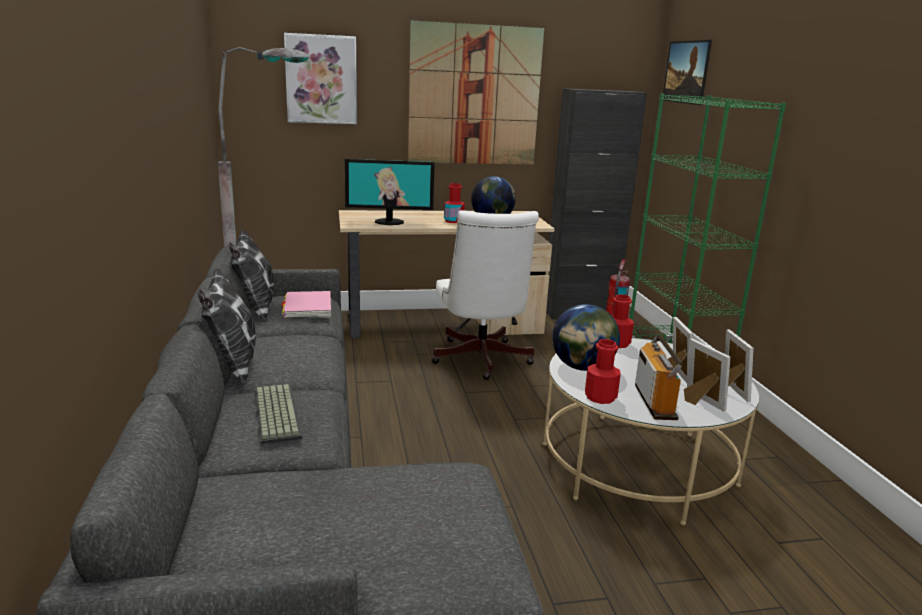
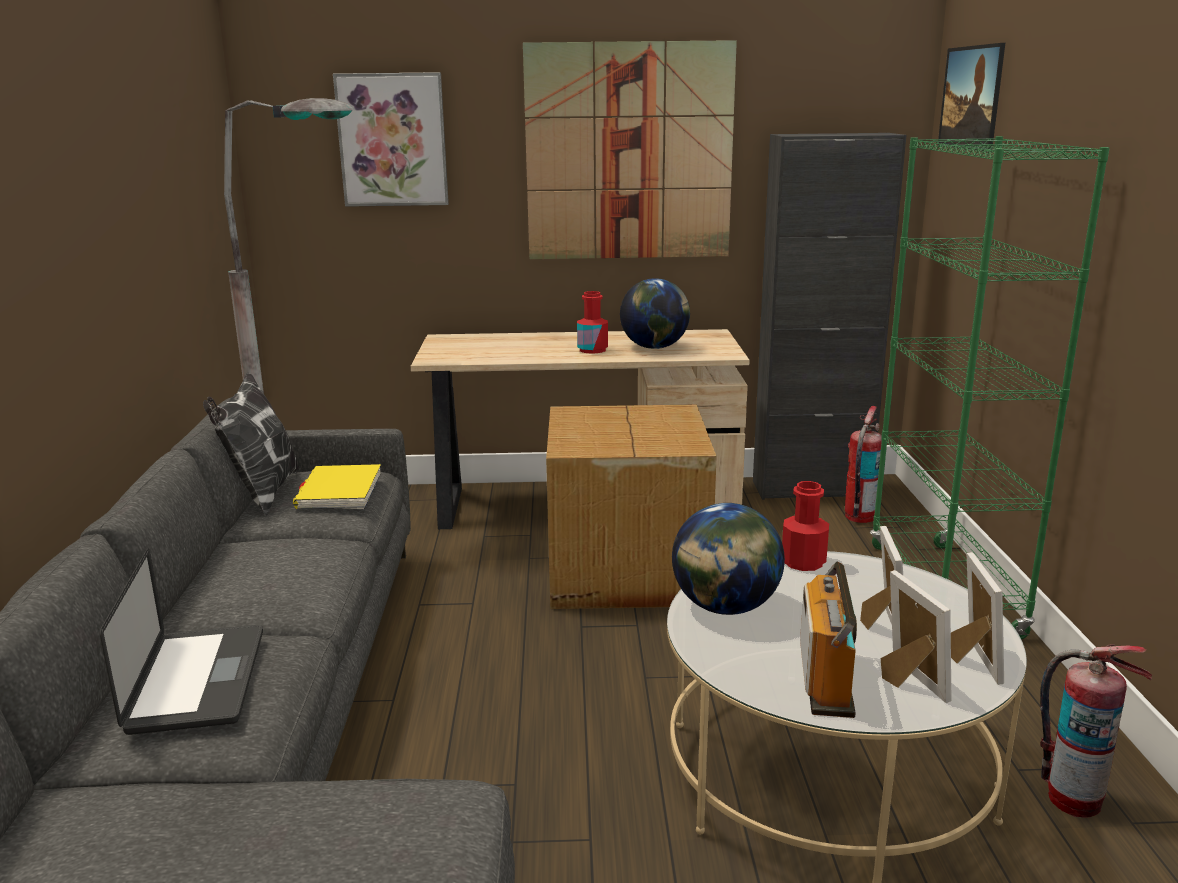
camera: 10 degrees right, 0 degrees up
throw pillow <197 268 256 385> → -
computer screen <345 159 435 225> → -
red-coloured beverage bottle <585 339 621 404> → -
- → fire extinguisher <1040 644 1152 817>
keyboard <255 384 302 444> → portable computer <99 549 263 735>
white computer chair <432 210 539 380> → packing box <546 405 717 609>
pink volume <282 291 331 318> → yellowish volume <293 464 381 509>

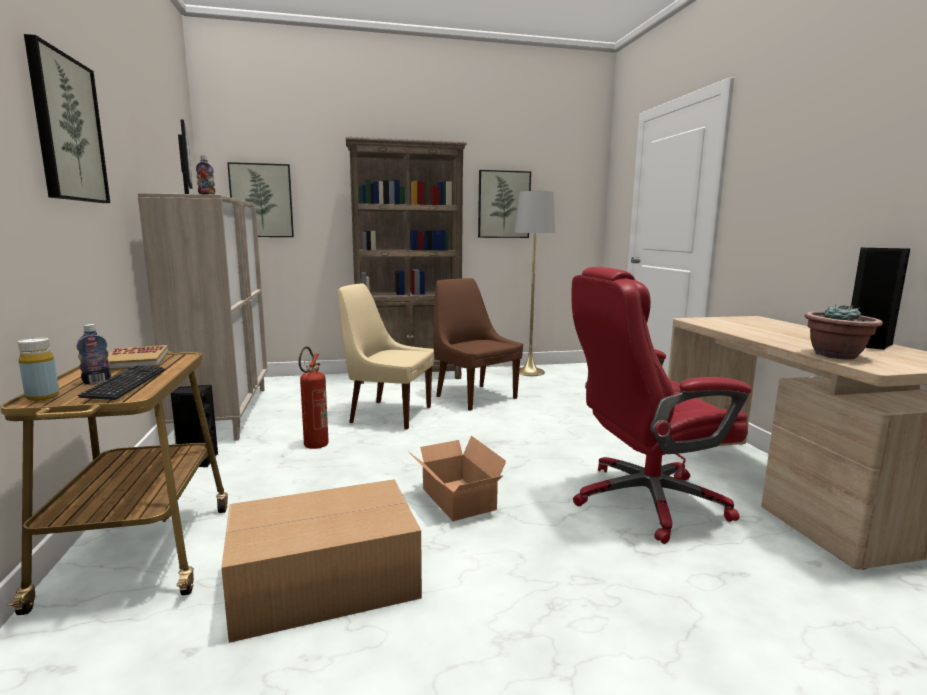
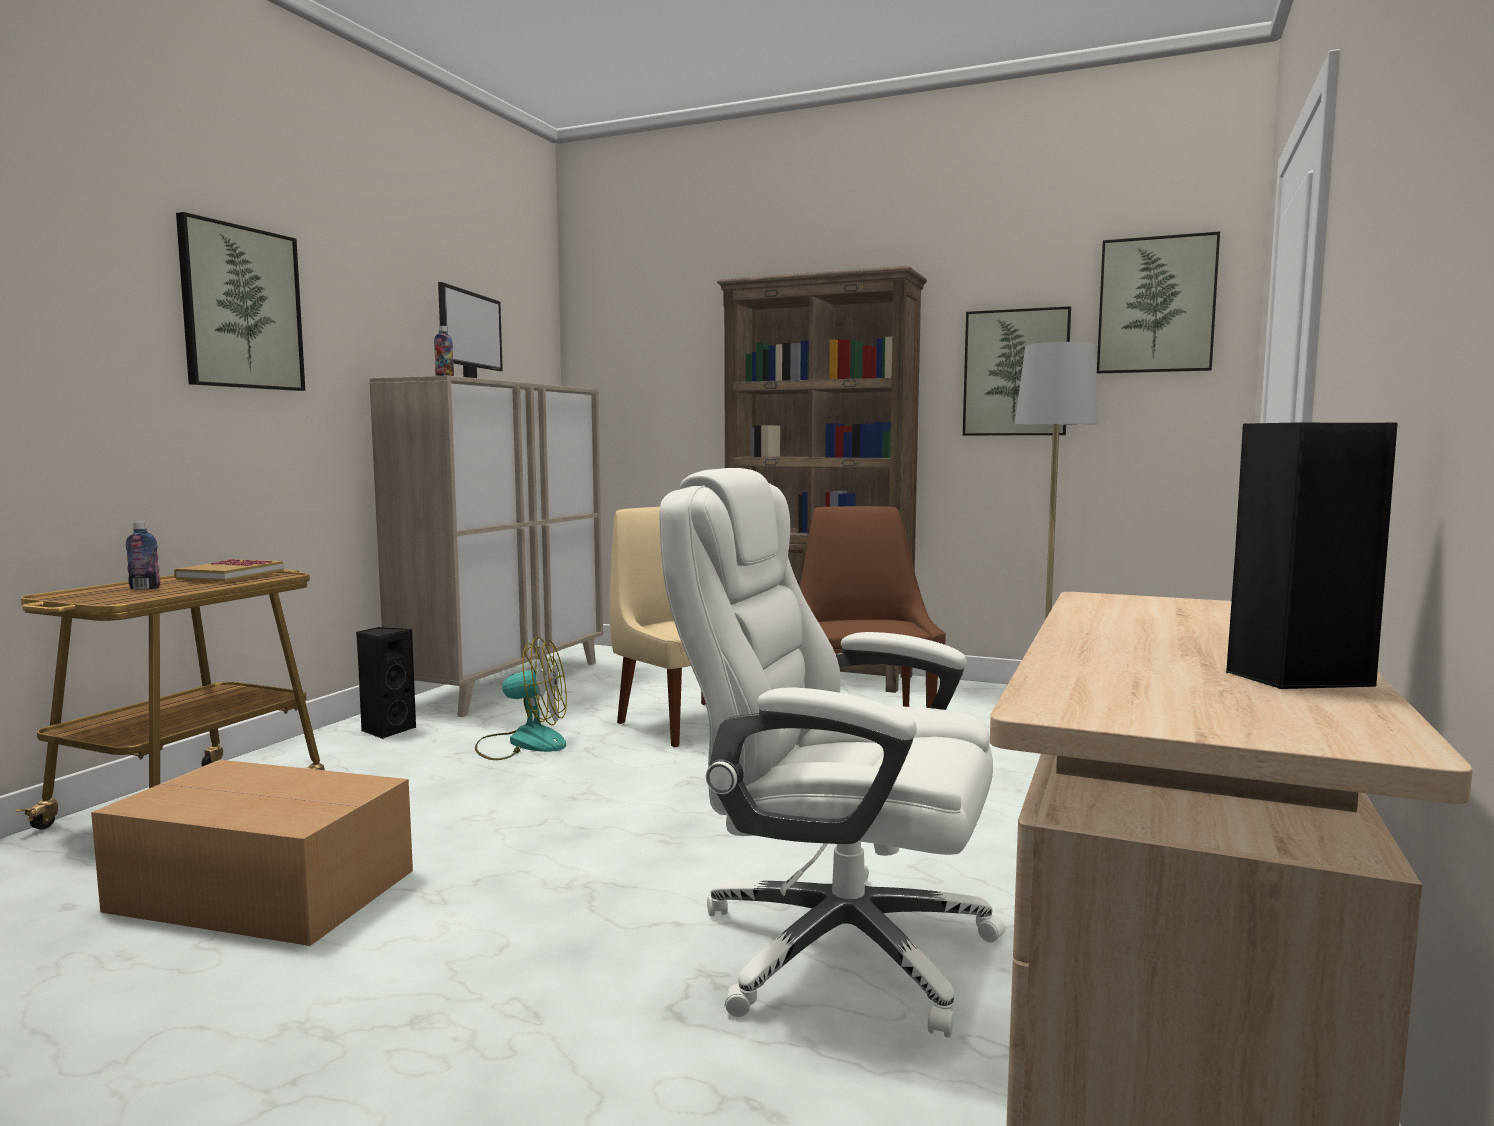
camera: 35 degrees right, 5 degrees down
yellowish beverage bottle <18 338 59 401> → -
keyboard <78 365 165 400> → -
packing box <408 436 506 521> → -
houseplant <805 304 883 360> → -
picture <227 162 294 237> → picture <1097 231 1220 374>, move
fire extinguisher <298 346 329 449> → electric fan <475 636 567 760>
red-coloured computer chair <571 267 752 544> → white computer chair <659 468 1005 1038>

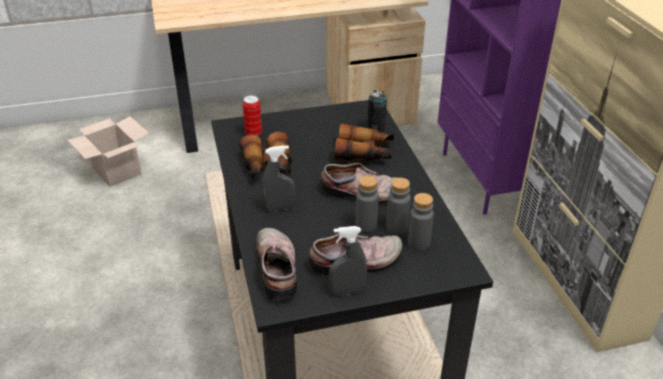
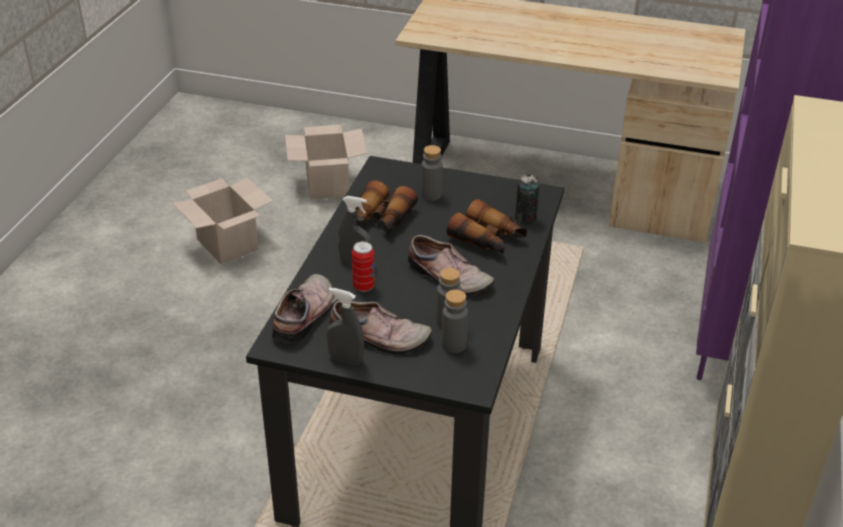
camera: 30 degrees right, 0 degrees up
- → packing box <173 178 273 264>
sealed can <243 95 262 136> → sealed can <352 241 375 292>, move
gray beverage bottle <356 176 379 232> → gray beverage bottle <421 145 443 201>, move

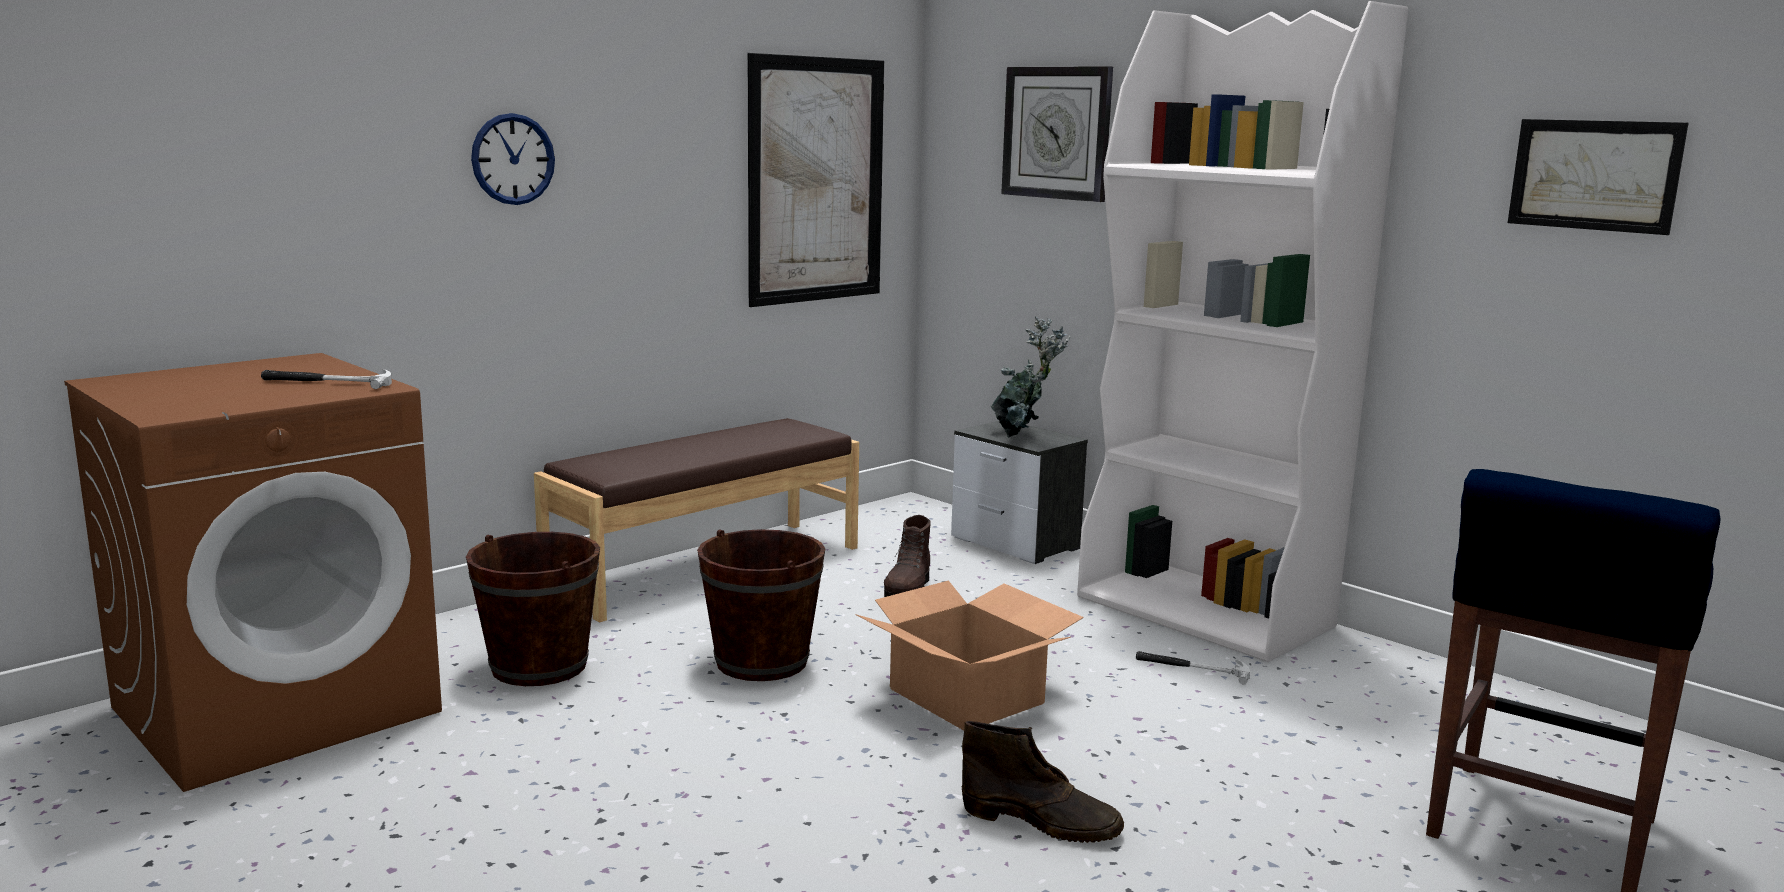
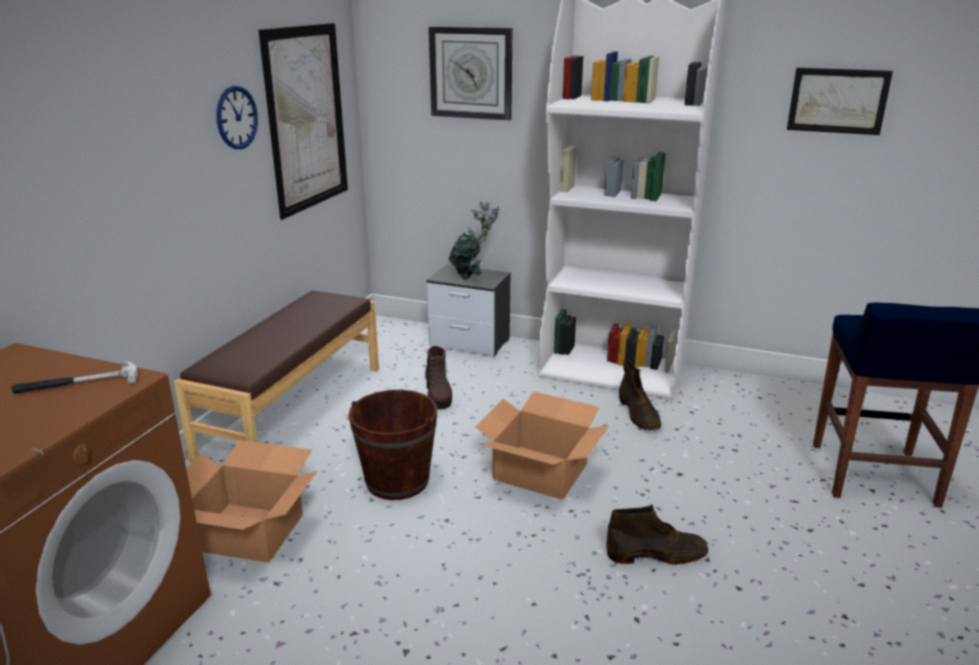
camera: 25 degrees left, 10 degrees up
hanging clock <471 113 555 205> → hanging clock <216 86 258 149>, move
brown-coloured bucket <466 532 600 686> → packing box <186 440 317 563>
hand hammer <1136 651 1250 685> → brown-coloured high-top boot <619 359 662 430>

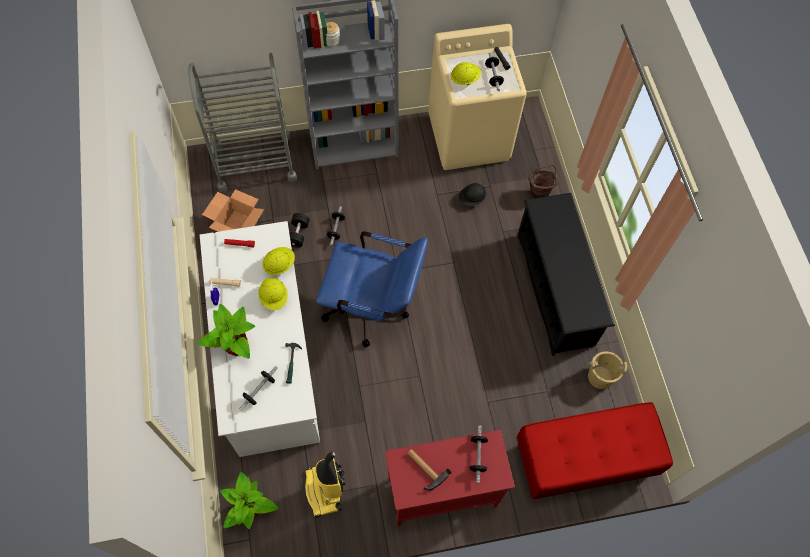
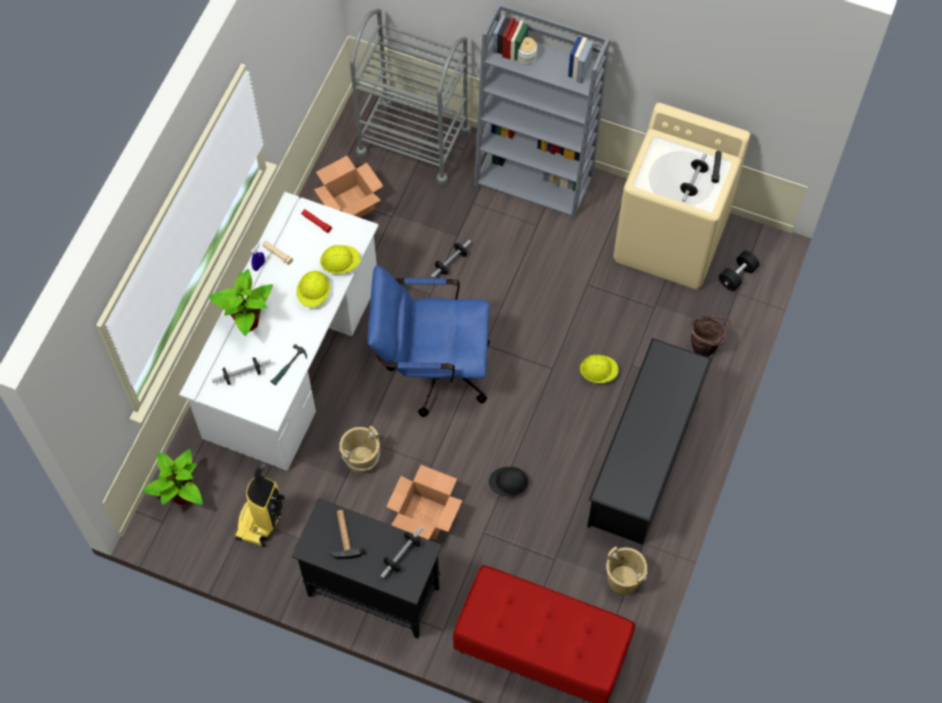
camera: 35 degrees right, 0 degrees up
- → beige bucket <339 426 380 474>
- → packing box <386 465 462 540>
black dumbbell <289 213 310 248> → black dumbbell <719 251 760 291>, move
yellowish work helmet <451 62 481 85> → yellowish work helmet <580 355 619 383>, move
black work helmet <459 183 486 206> → black work helmet <489 467 529 497>, move
red-coloured cupboard <385 430 515 527> → black cupboard <292 498 442 639>
bluish computer chair <316 231 428 347> → bluish computer chair <368 265 490 417>, 135 degrees clockwise

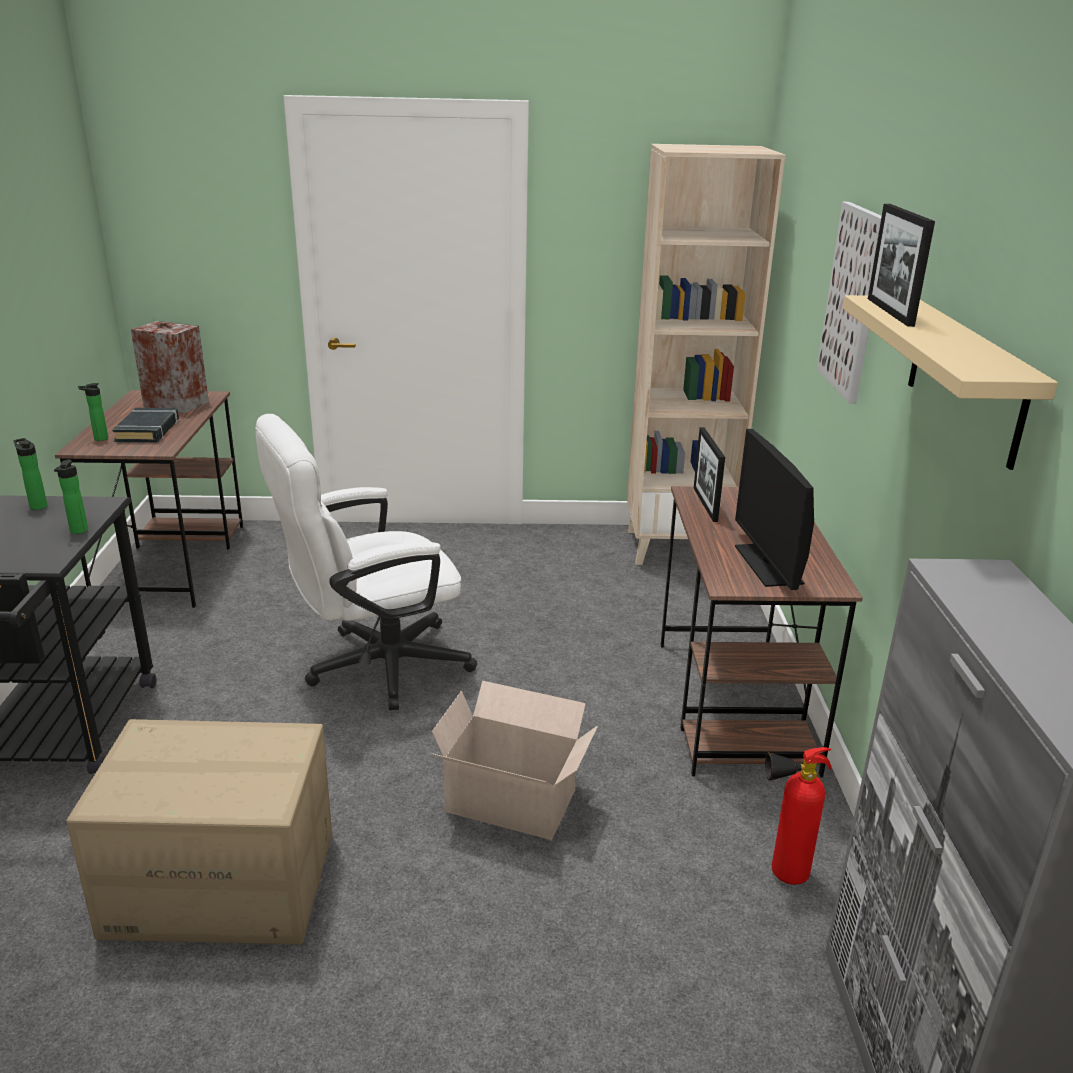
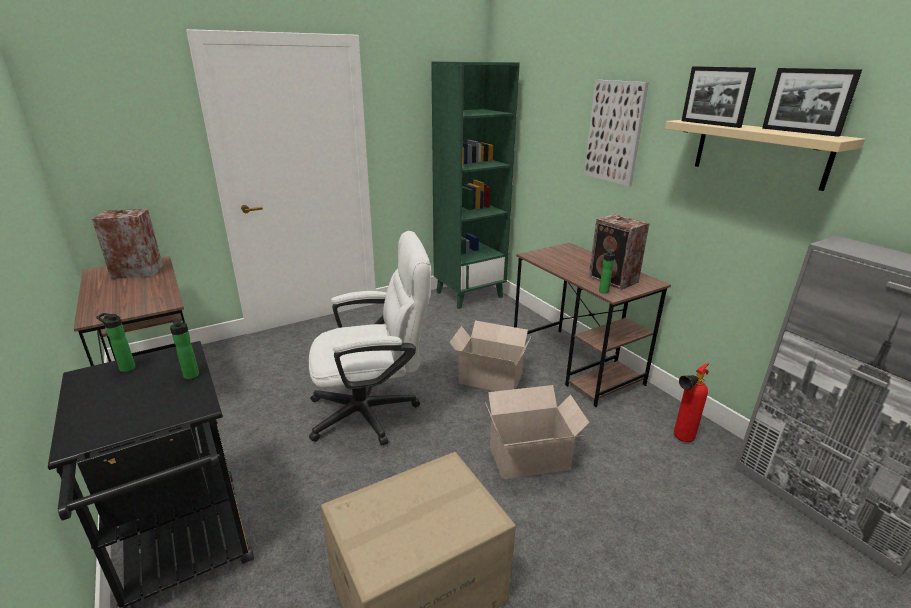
camera: 30 degrees left, 0 degrees up
black volume <112 408 179 442> → -
- → packing box <449 321 531 391>
beverage bottle <78 383 108 441> → beverage bottle <599 250 615 294>, move
picture frame <694 427 725 522> → picture frame <762 68 862 137>, move
computer screen <735 429 814 590> → speaker <589 214 650 290>
beige bookshelf <627 144 785 565> → greenish bookshelf <431 61 520 309>
white computer chair <255 414 477 710> → white computer chair <309 231 431 445>, 135 degrees counterclockwise

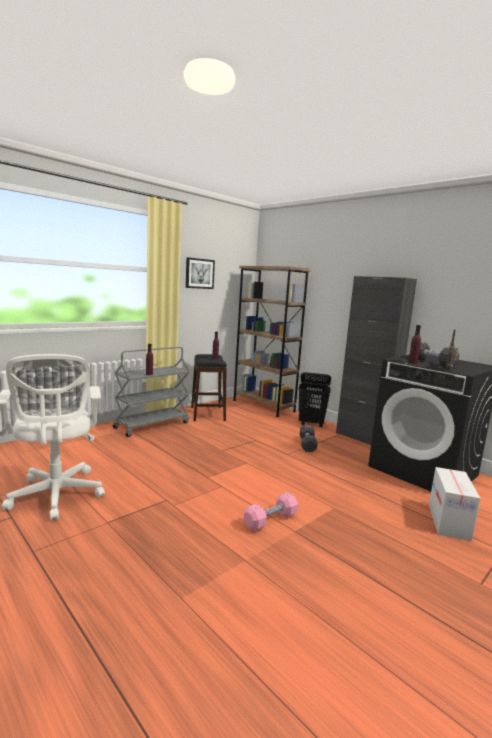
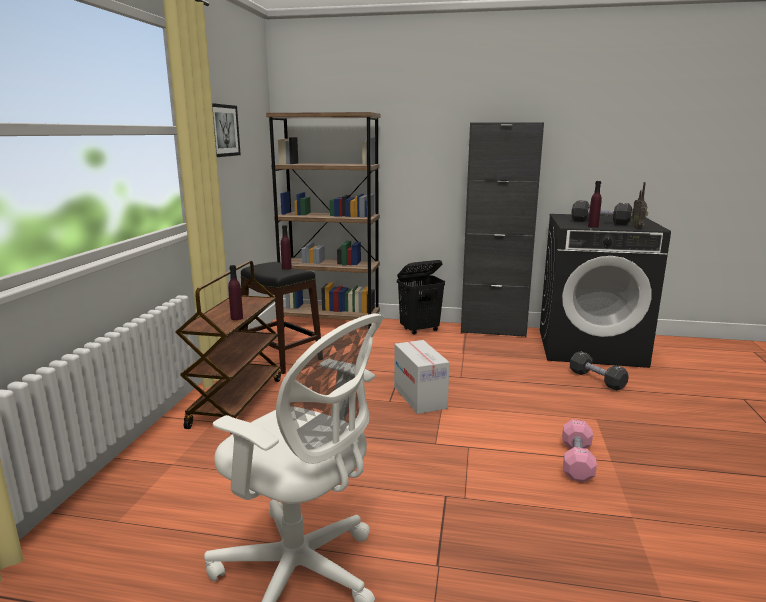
camera: 35 degrees left, 5 degrees up
black dumbbell <300 425 318 452> → black dumbbell <570 351 629 391>, move
packing box <429 467 481 541> → packing box <394 340 450 414>, move
gray cart <113 347 190 437> → brown-coloured cart <176 261 281 434>

